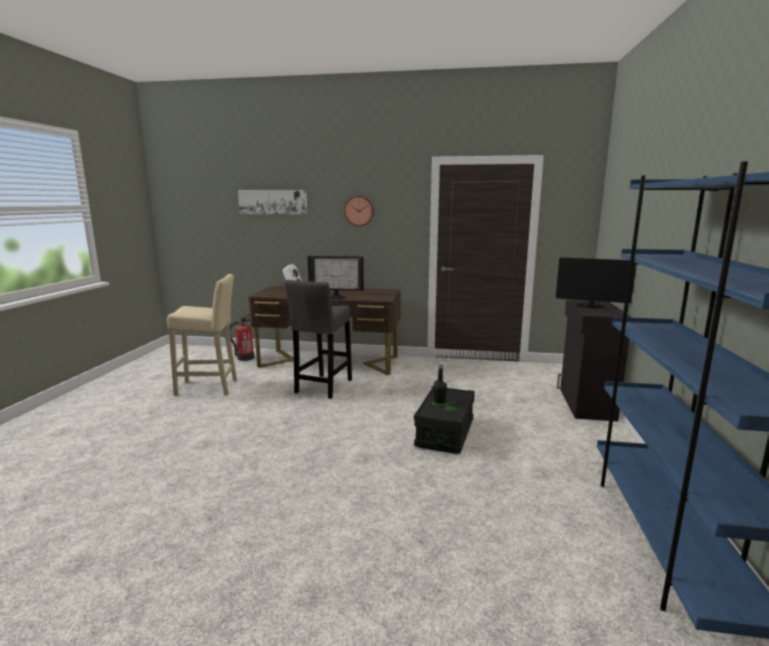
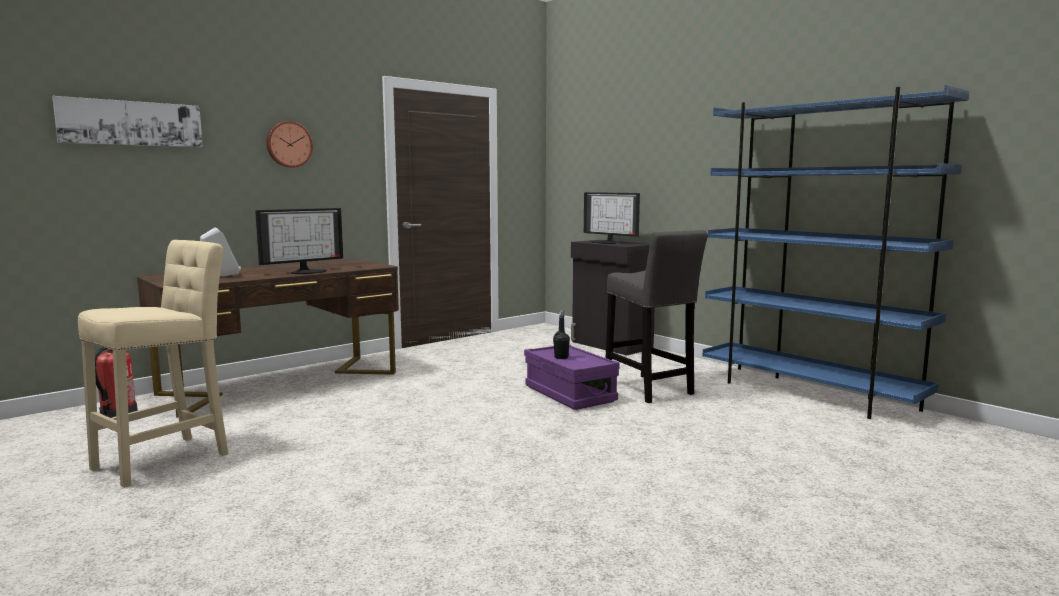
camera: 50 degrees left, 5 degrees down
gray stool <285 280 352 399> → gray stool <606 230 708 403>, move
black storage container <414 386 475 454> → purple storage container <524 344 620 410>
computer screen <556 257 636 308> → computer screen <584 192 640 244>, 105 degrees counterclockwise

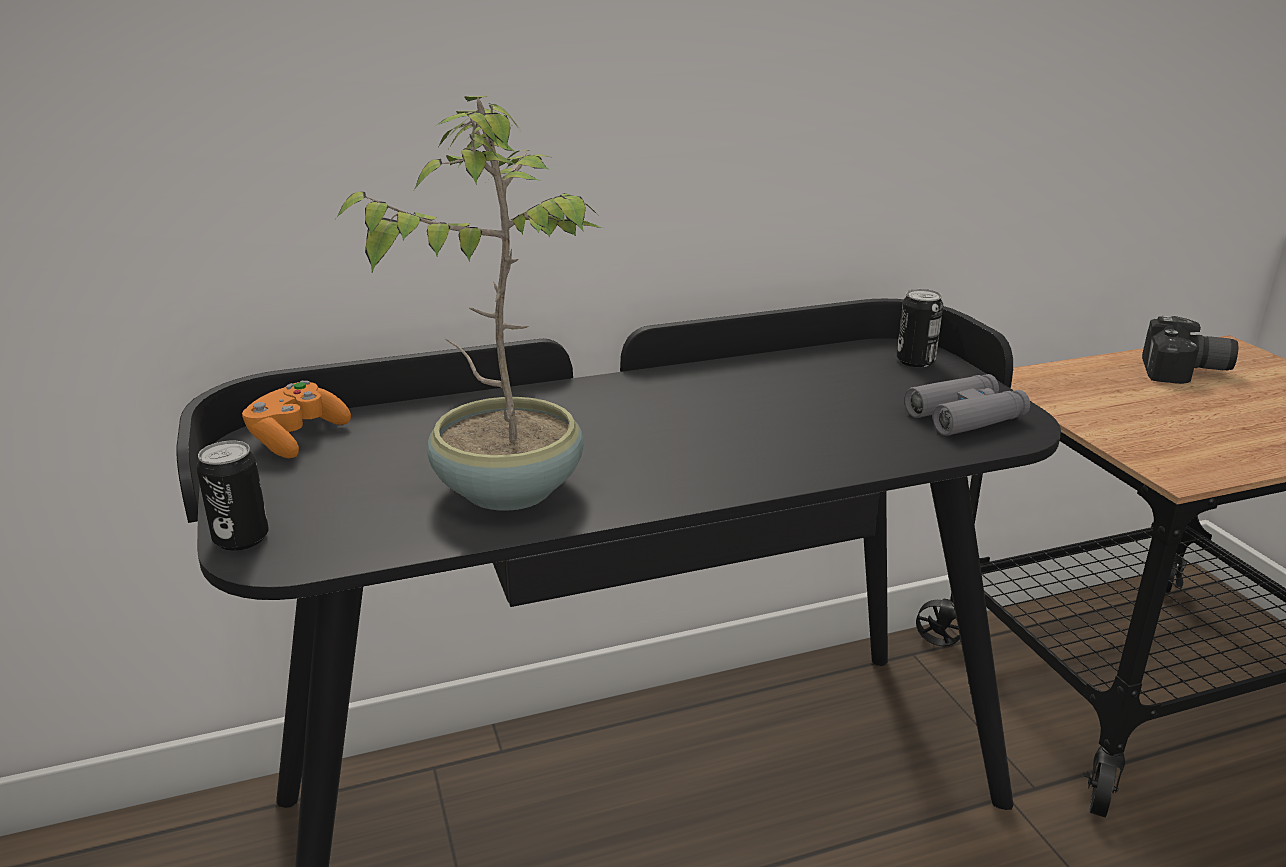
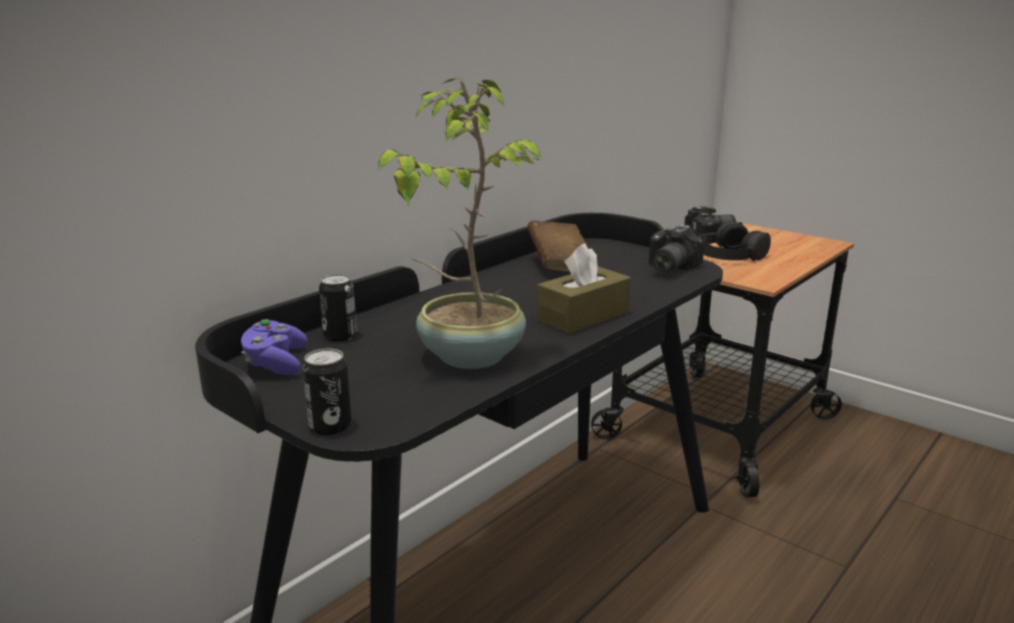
camera: 30 degrees left, 5 degrees down
- → brown-coloured volume <527 220 589 272>
- → brown-coloured tissue box <536 243 631 334>
- → black pair of headphones <699 222 771 261>
sealed can <897 289 943 367> → sealed can <319 274 357 341>, move
gray pair of binoculars <904 374 1030 436> → still camera <649 225 704 274>
orange gamepad <242 380 351 458> → purple gamepad <241 319 307 375>

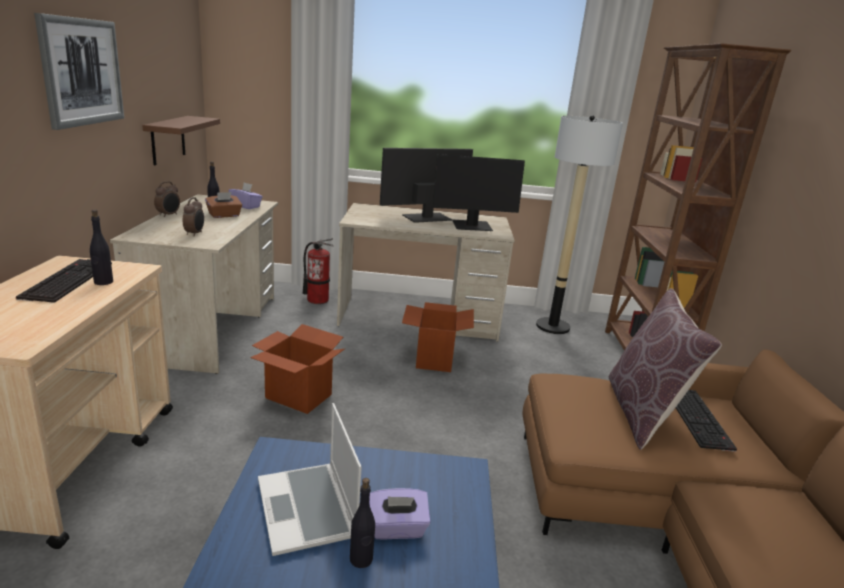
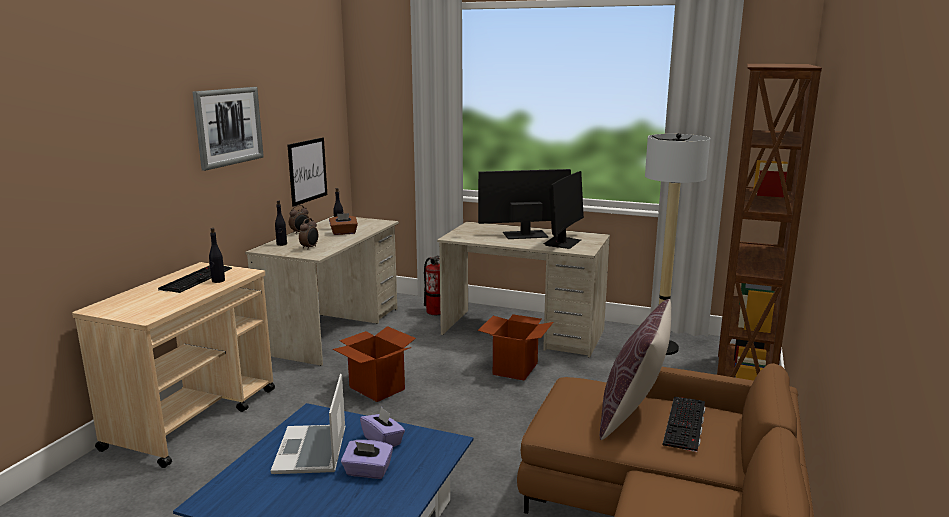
camera: 20 degrees right, 5 degrees down
purple tissue box <229 183 263 209> → purple tissue box <360 407 405 447>, move
black beverage bottle <350 478 375 568> → black beverage bottle <275 201 287 246>, move
brown-coloured wall shelf <142 116 220 165> → picture <287 137 327 206>
computer screen <433 154 525 231> → computer screen <544 171 584 249>, 75 degrees counterclockwise

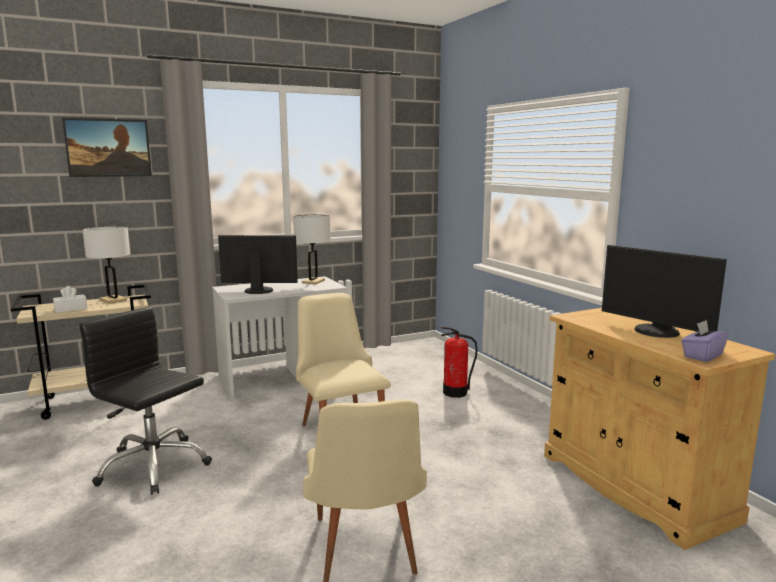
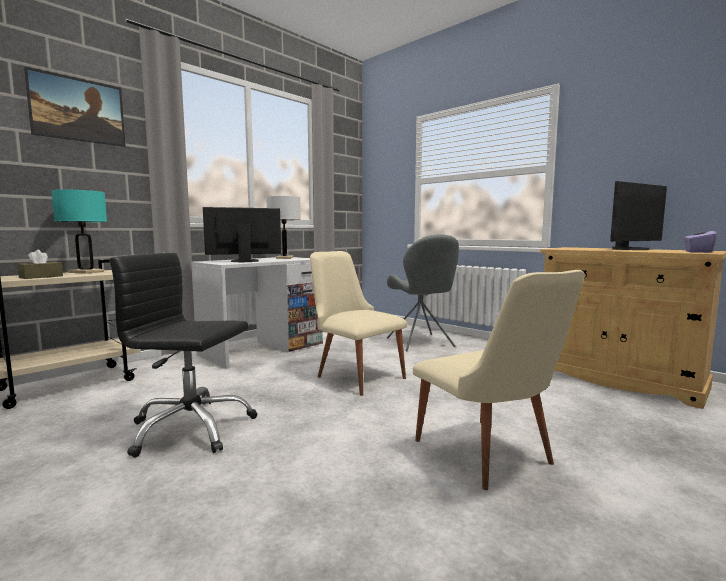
camera: 20 degrees left, 5 degrees down
fire extinguisher <441 327 477 398> → gray plain chair <387 234 459 351>
white tissue box <53 286 87 313> → brown-coloured tissue box <17 250 63 279>
white table lamp <82 226 130 304> → turquoise-coloured table lamp <51 189 107 274>
computer screen <602 245 727 338> → computer screen <610 181 667 250>, 60 degrees counterclockwise

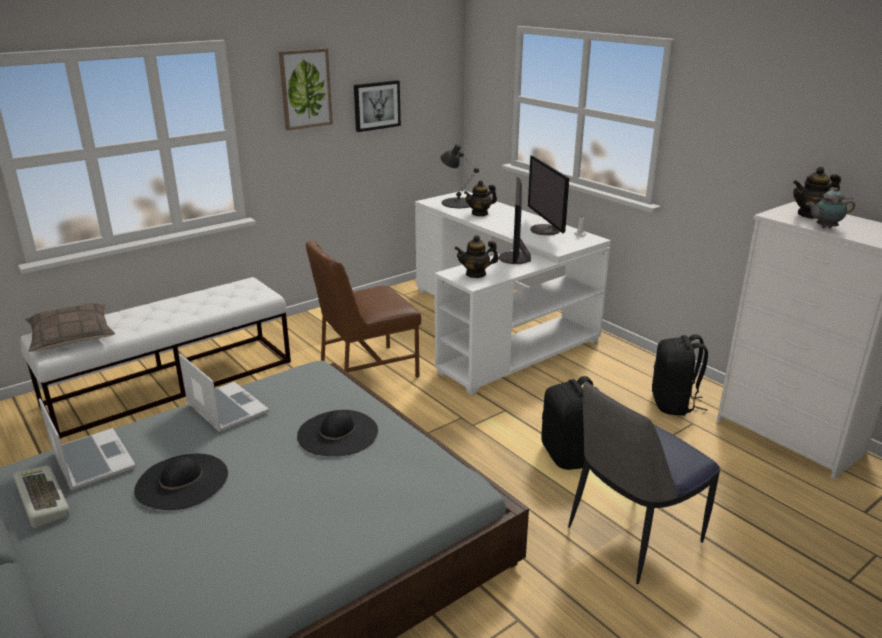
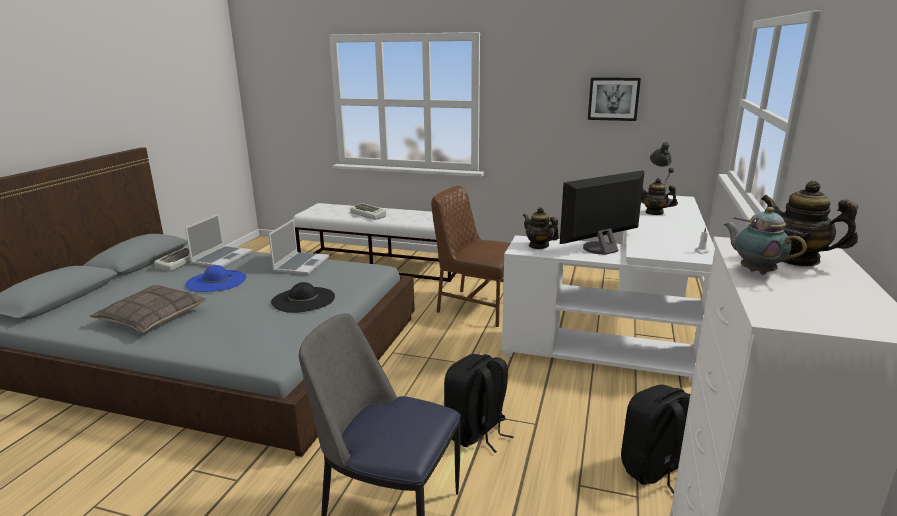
camera: 55 degrees right, 5 degrees down
picture <279 48 333 130> → -
computer screen <528 155 569 235> → -
- → keyboard <350 203 386 220>
throw pillow <25 303 115 352> → throw pillow <90 285 207 332>, move
black hat <134 454 228 510> → bluish hat <186 265 247 292>

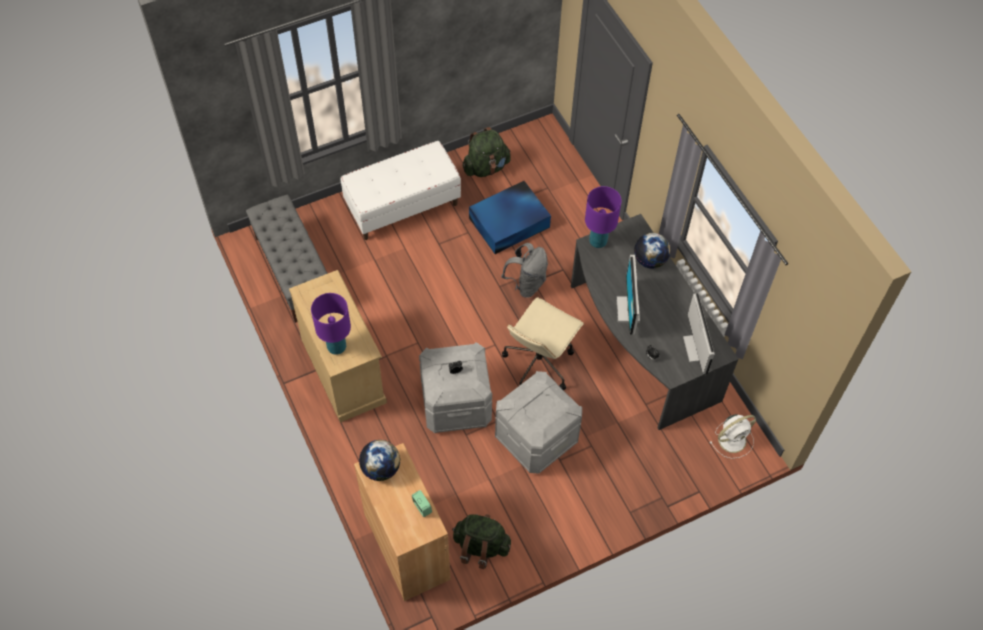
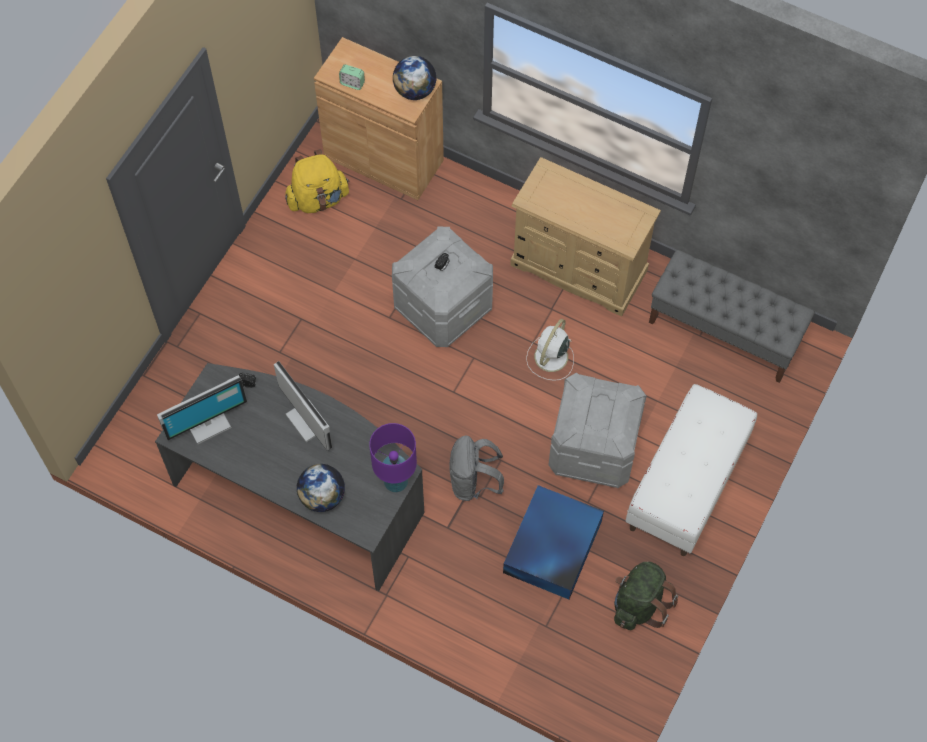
camera: 145 degrees right, 5 degrees up
purple table lamp <311 293 351 355> → -
beige computer chair <502 297 584 390> → -
gray storage container <495 371 582 474> → gray storage container <549 373 647 488>, move
white electric fan <710 414 756 459> → white electric fan <526 319 574 381>, move
greenish rucksack <452 514 511 569> → yellowish rucksack <285 150 350 213>
computer screen <683 293 714 374> → computer screen <157 375 247 444>, 75 degrees counterclockwise

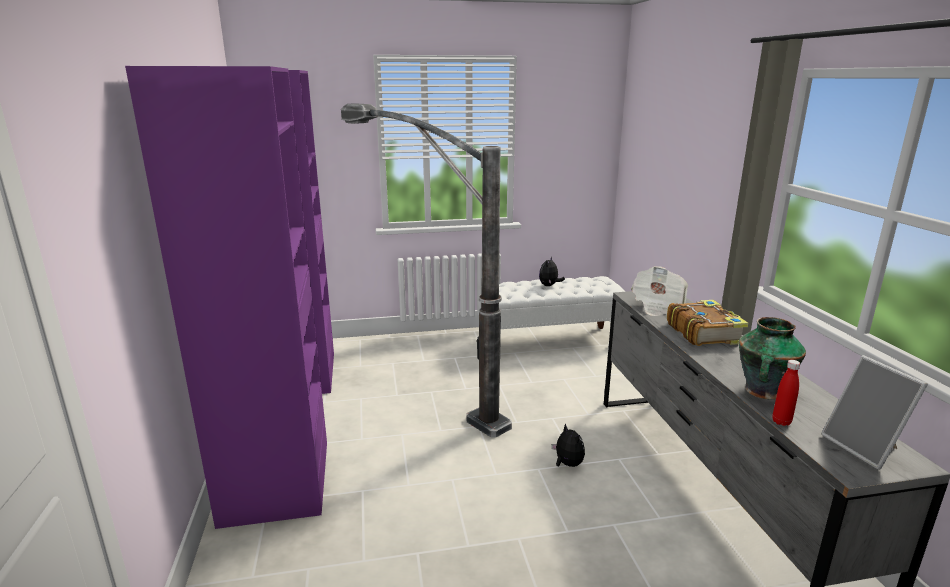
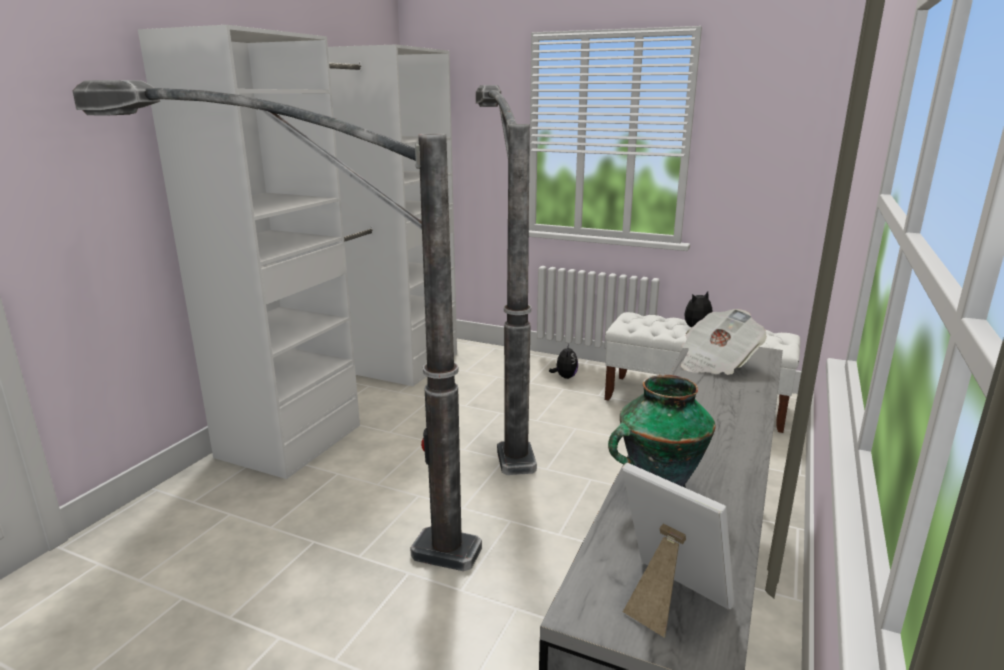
camera: 35 degrees right, 0 degrees up
volume <667 300 748 346> → -
red-coloured beverage bottle <772 360 800 426> → -
- → standing lamp <72 80 482 571>
plush toy <552 423 585 467> → plush toy <549 344 578 379>, move
purple clothes cupboard <125 66 334 529> → white clothes cupboard <138 25 457 479>
picture frame <821 355 928 470> → picture frame <622 463 734 638>, 120 degrees clockwise

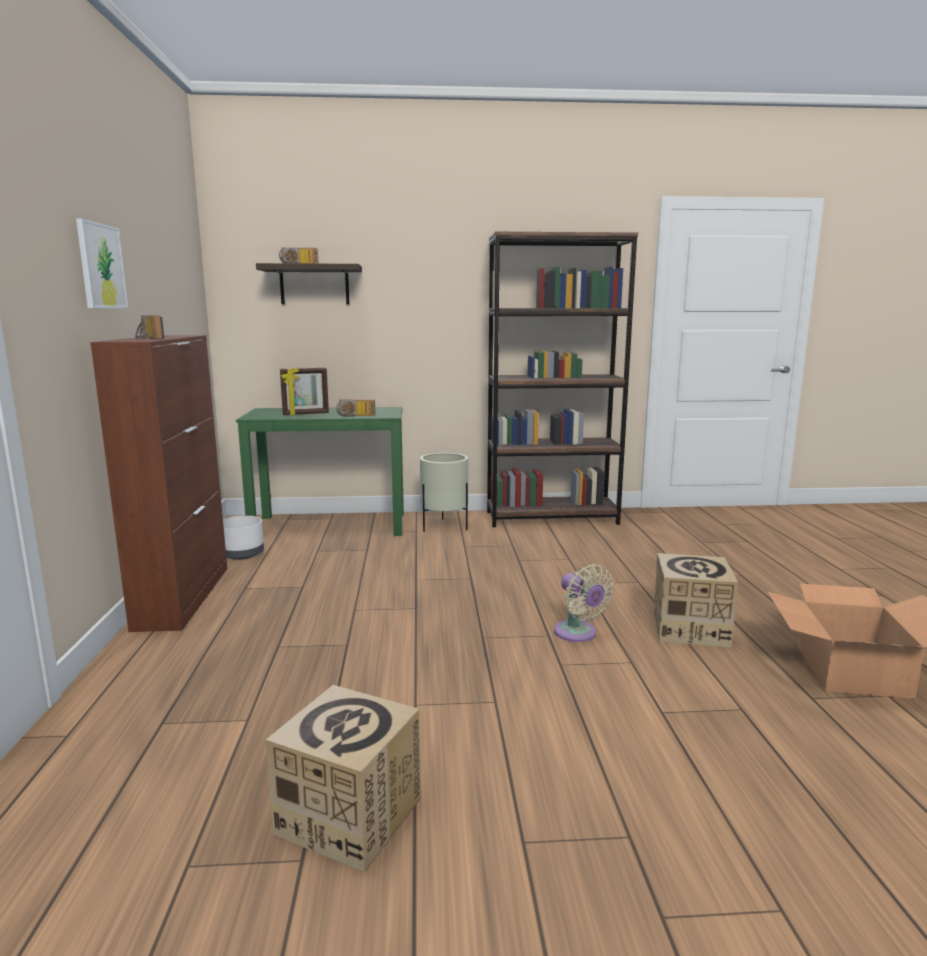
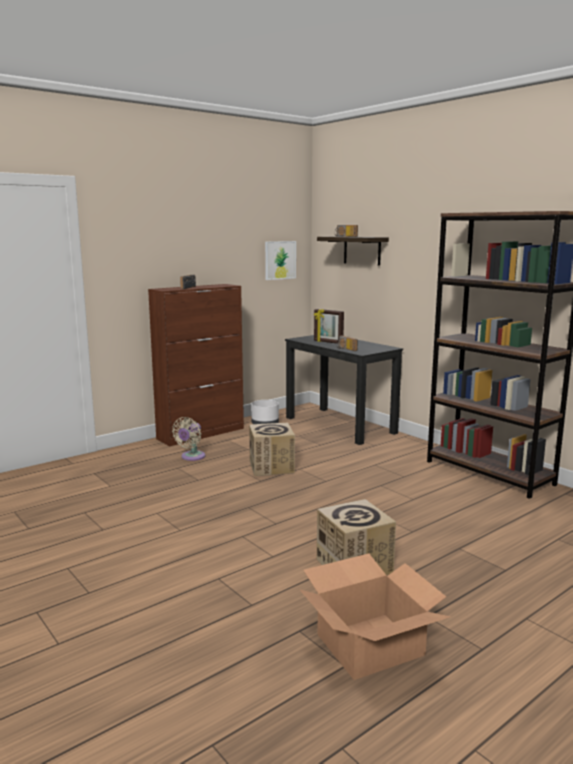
camera: 55 degrees right, 0 degrees up
beige planter <420 453 468 532> → -
picture <76 218 128 308> → picture <265 241 296 280>, move
packing box <265 685 421 872> → packing box <249 423 295 476>, move
beige electric fan <554 564 614 642> → beige electric fan <172 417 205 461>, move
greenish desk unit <236 407 404 536> → black desk unit <285 335 403 445>

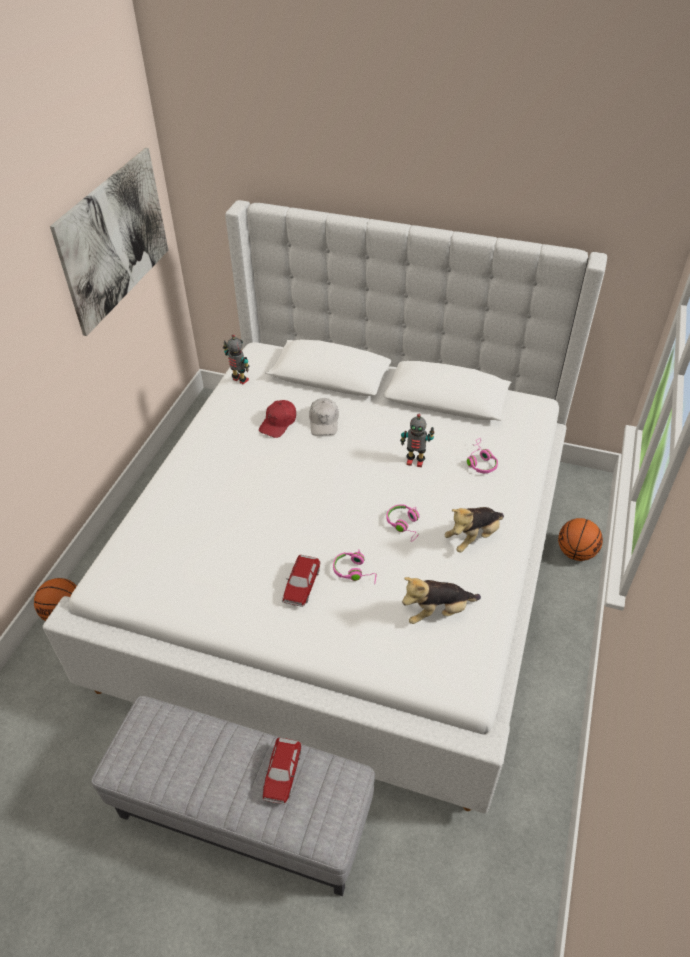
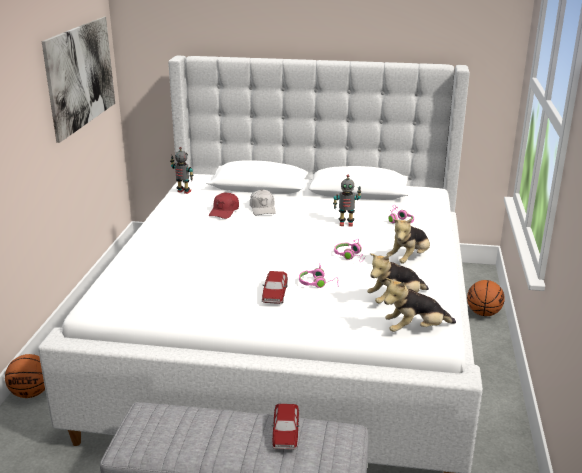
camera: 10 degrees left, 20 degrees down
- → plush toy <384 278 456 332>

